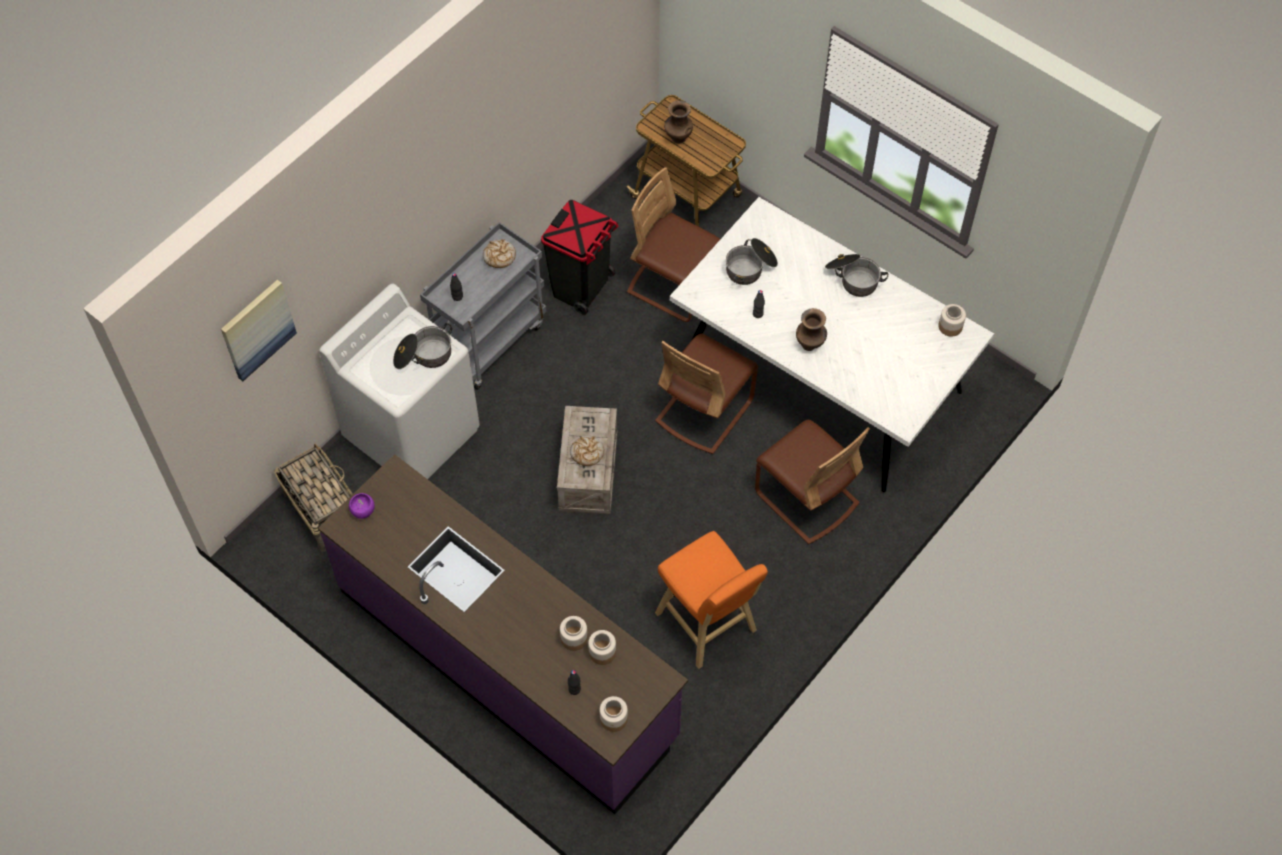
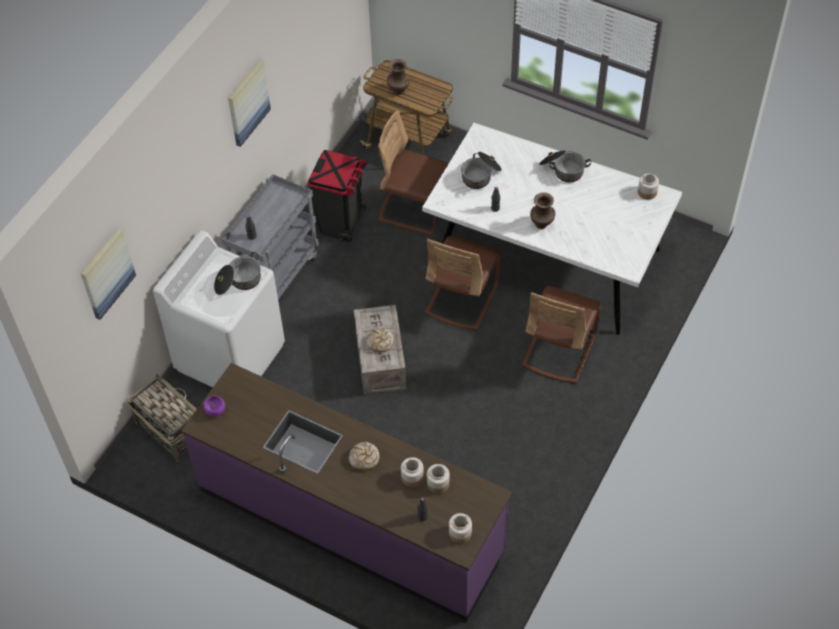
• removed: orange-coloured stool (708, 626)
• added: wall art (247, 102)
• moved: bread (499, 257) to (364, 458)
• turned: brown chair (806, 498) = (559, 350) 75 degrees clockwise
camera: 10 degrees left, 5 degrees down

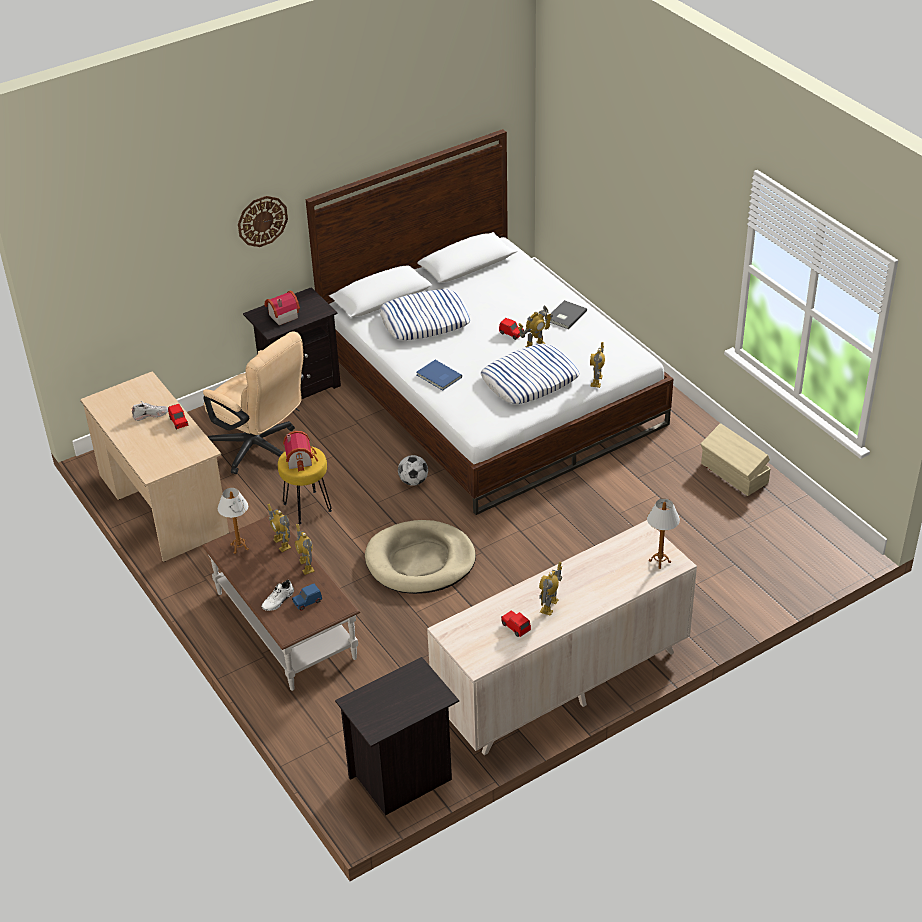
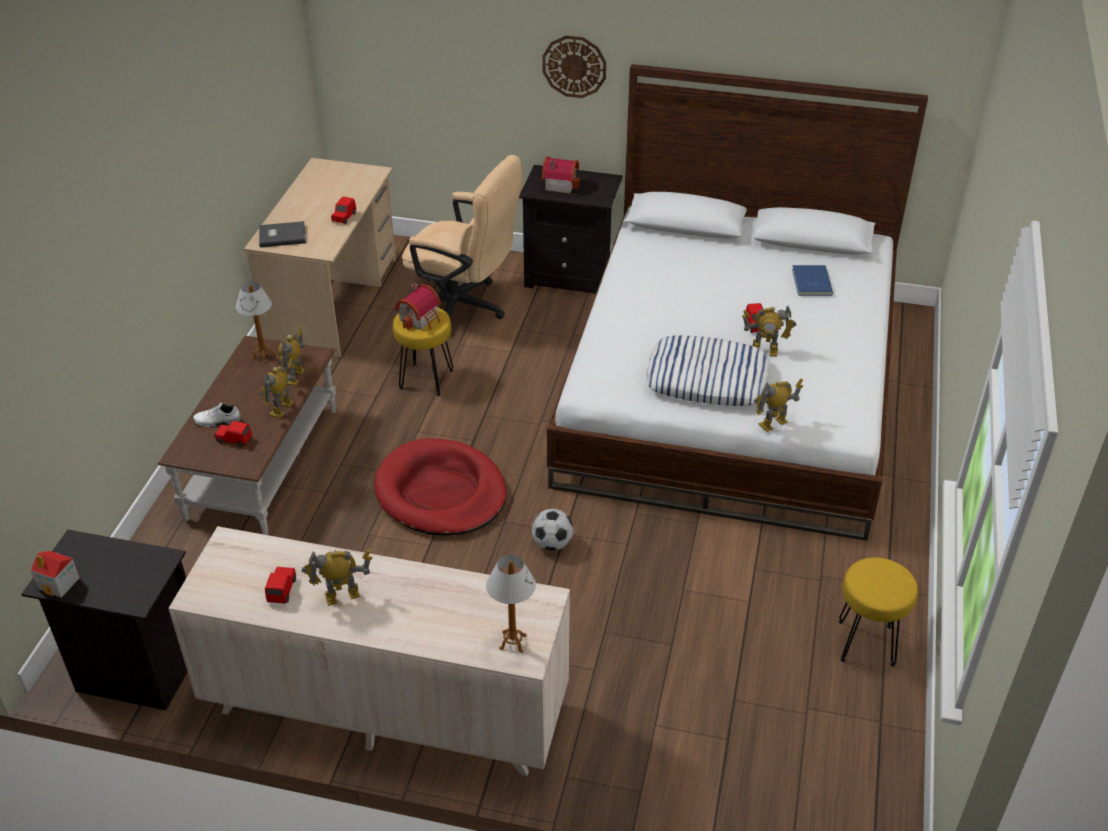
• removed: whitish item of footwear (151, 415)
• removed: cushion (425, 321)
• added: miniature house (59, 583)
• moved: football ball (413, 481) to (552, 544)
• moved: bluish volume (438, 377) to (810, 282)
• moved: greyish volume (565, 316) to (281, 235)
• replaced: beige-coloured storage container (734, 474) to yellow stool (867, 644)
• recoloured: bluish miniature car (307, 602) to reddish miniature car (234, 439)
• recoloured: beige-coloured dog cushion (420, 561) to reddish dog cushion (441, 492)
• turned: beige-coloured desk chair (260, 449) = (463, 308) 60 degrees counterclockwise
camera: 45 degrees right, 0 degrees up

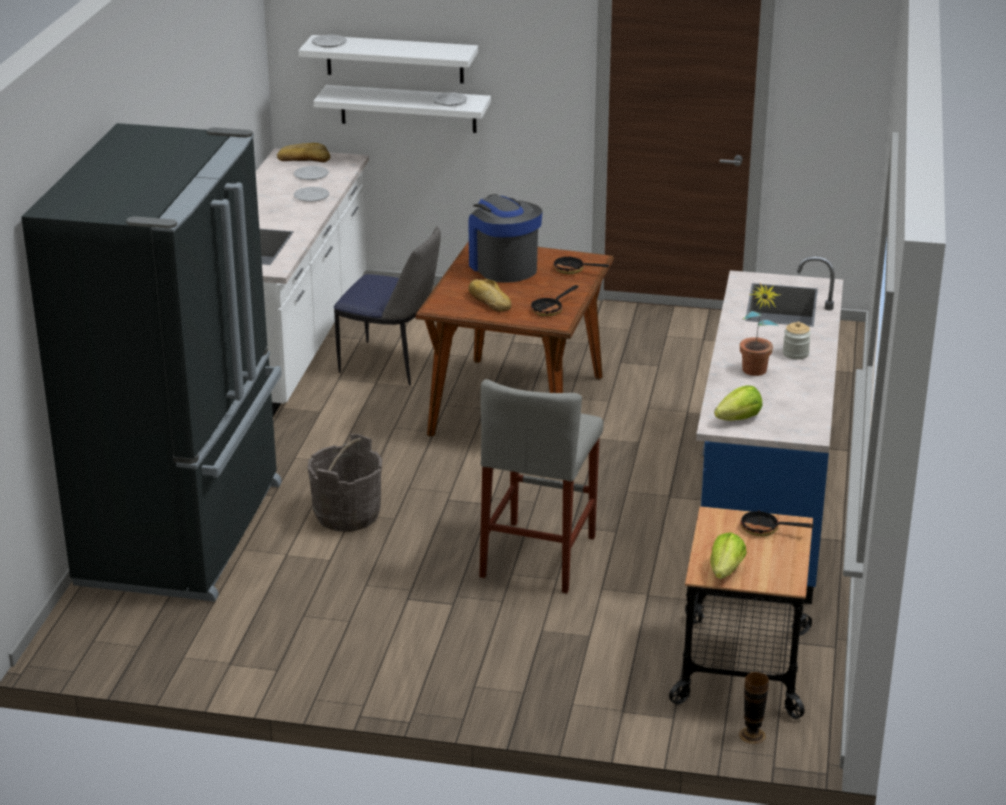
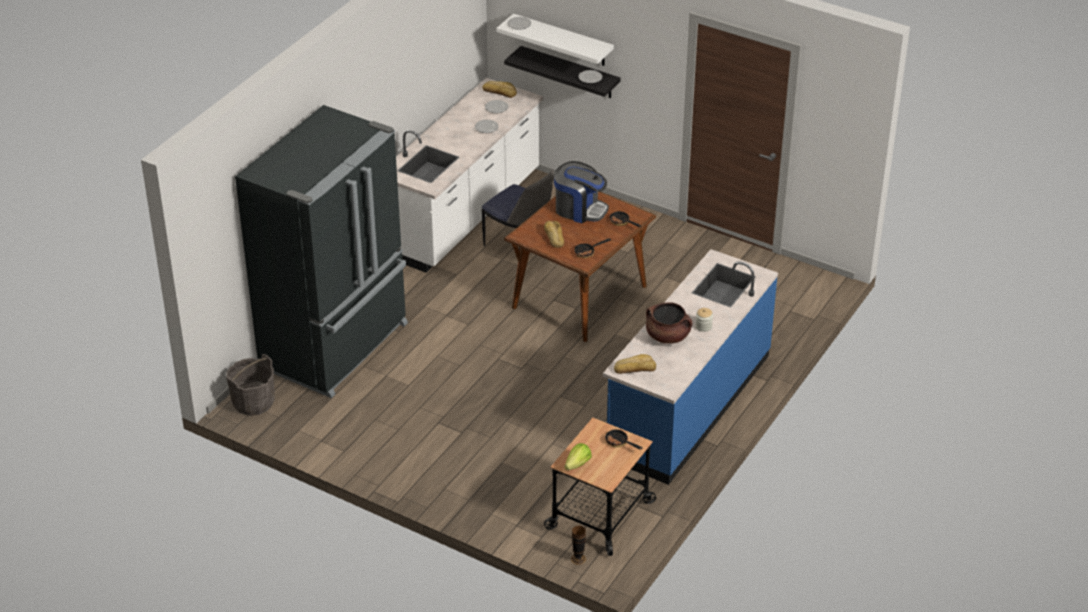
• removed: greyish stool (538, 556)
• moved: greyish bucket (347, 514) to (253, 402)
• replaced: lettuce head (739, 419) to bread (634, 368)
• replaced: potted plant (755, 373) to brown saucepot (668, 336)
• recoloured: whitish shelf (408, 109) to blackish shelf (570, 72)
• turned: coffee brewer (503, 266) = (579, 209) 120 degrees clockwise
camera: 20 degrees right, 10 degrees up

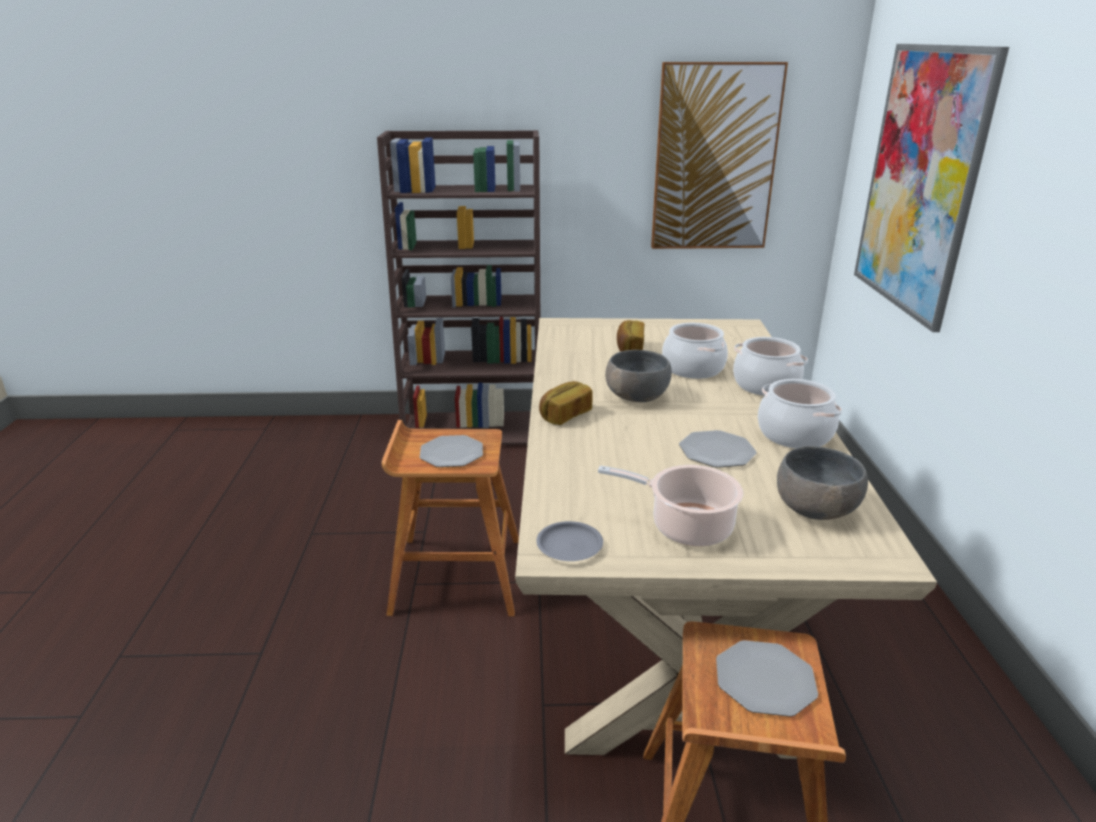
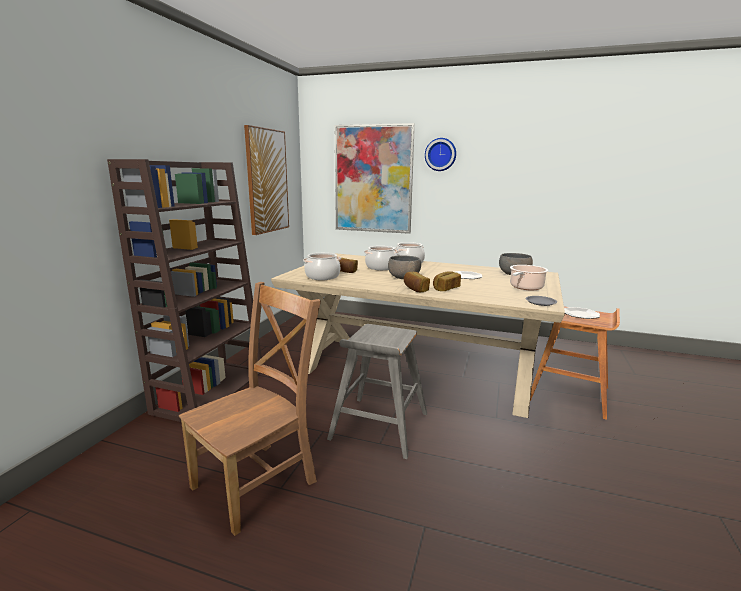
• removed: plate (451, 453)
• added: brown chair (259, 482)
• added: wall clock (440, 154)
• added: bread (445, 288)
• moved: saucepot (795, 434) to (322, 276)
• recoloured: brown stool (455, 574) to greyish stool (379, 426)
camera: 70 degrees left, 10 degrees down

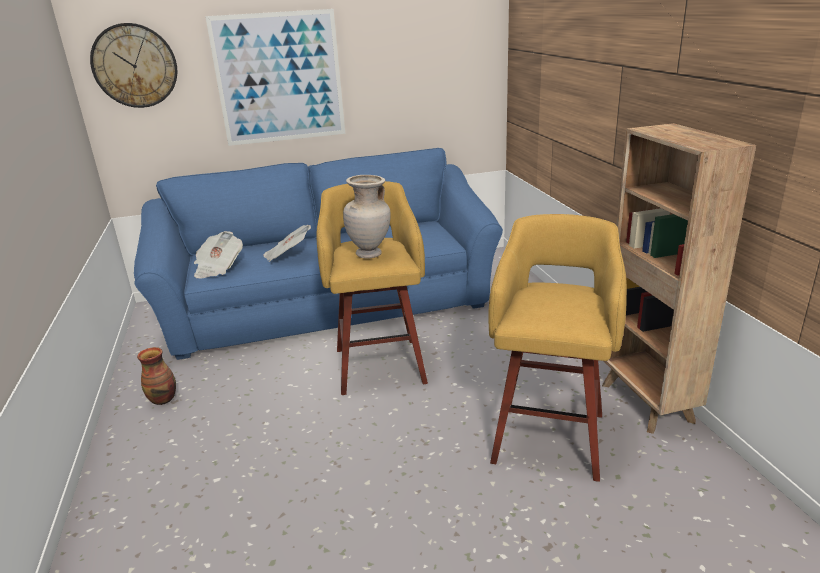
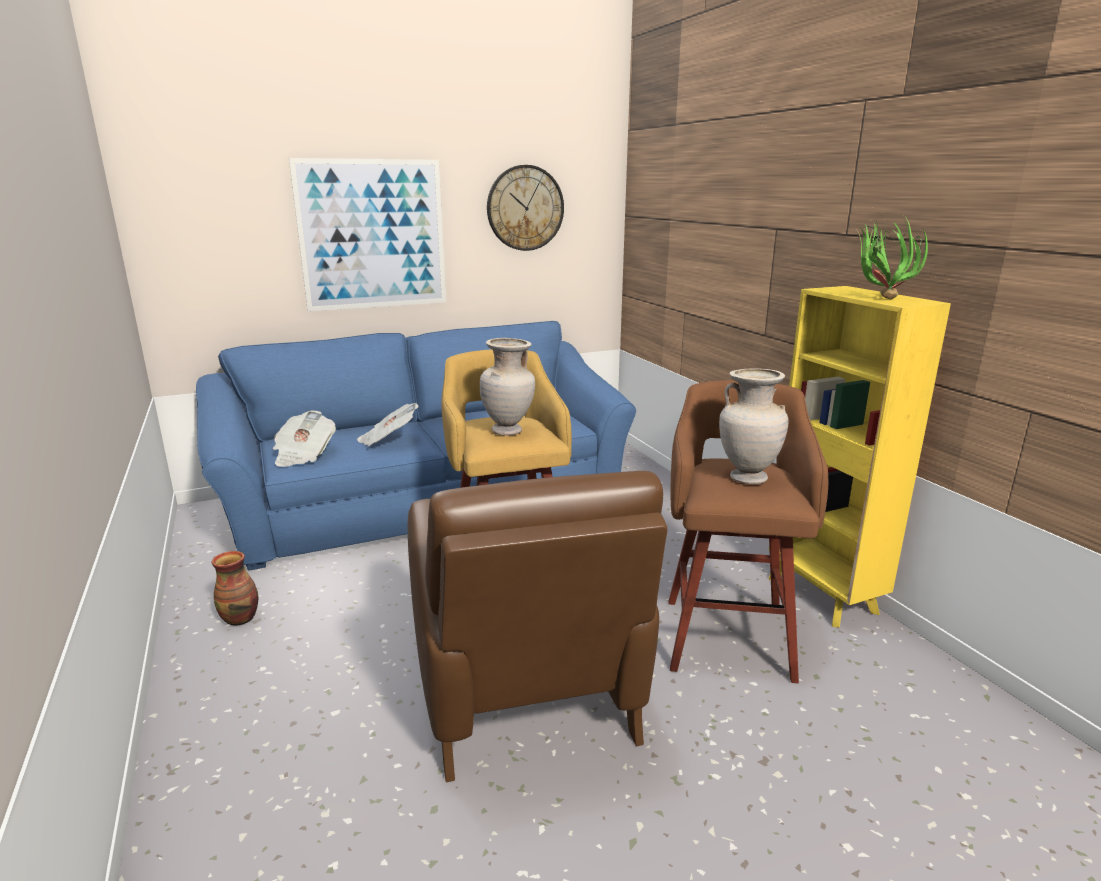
• added: brown armchair (525, 690)
• added: beige-coloured vase (747, 478)
• added: potted plant (878, 299)
• moved: wall clock (135, 66) to (525, 208)
• recoloured: yellow stool (549, 434) to brown stool (727, 635)
• recoloured: brown bookshelf (647, 404) to yellow bookshelf (823, 596)
camera: 10 degrees left, 5 degrees down

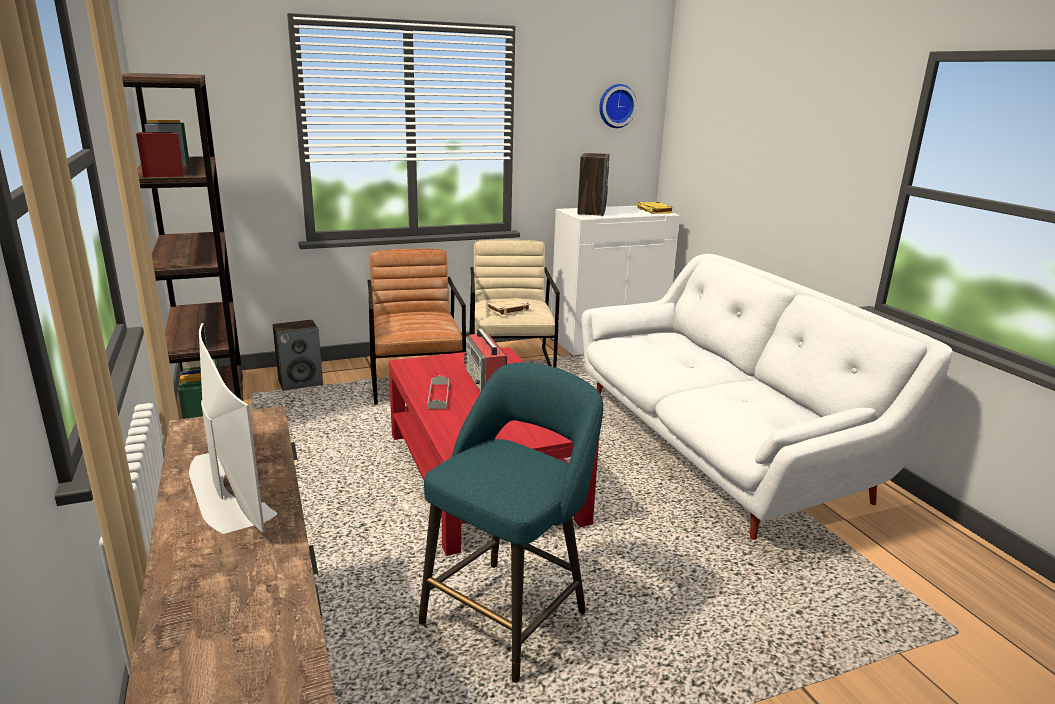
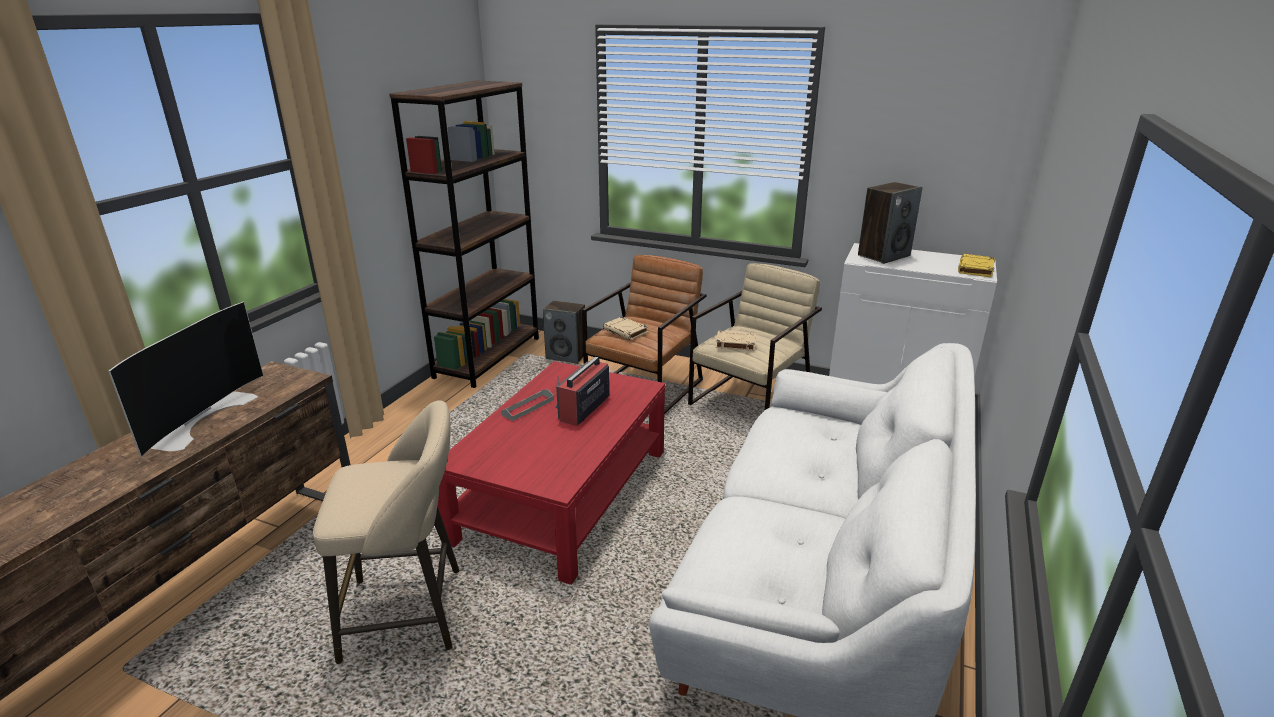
• removed: wall clock (616, 106)
• added: beige-coloured volume (626, 331)
• recoloured: turquoise-coloured stool (509, 613) to beige-coloured stool (411, 613)
camera: 45 degrees right, 5 degrees up

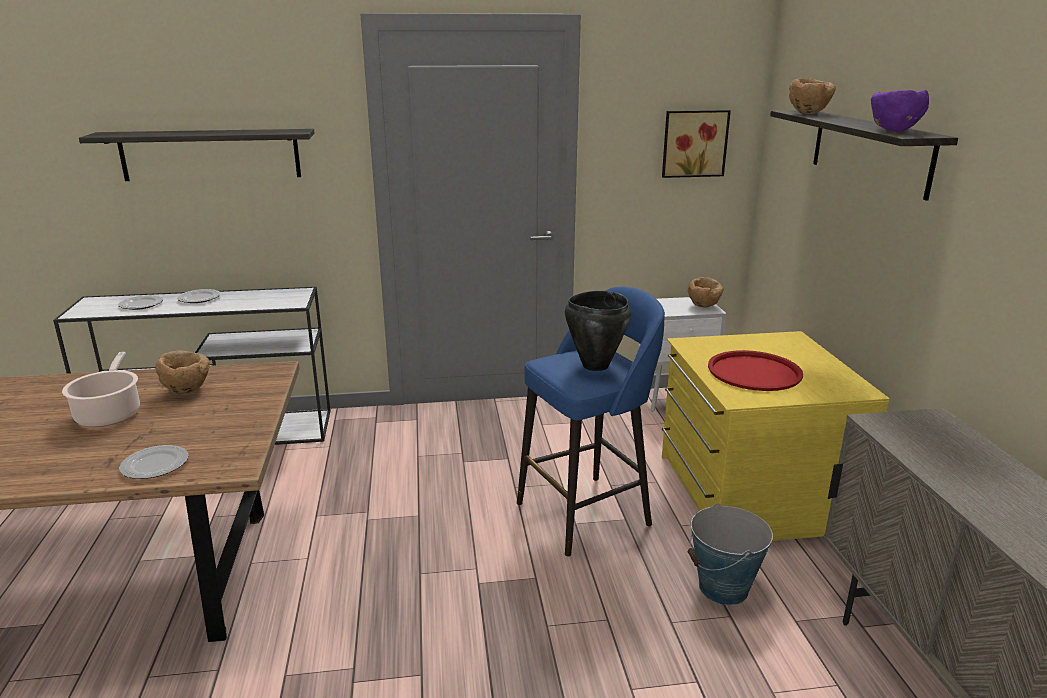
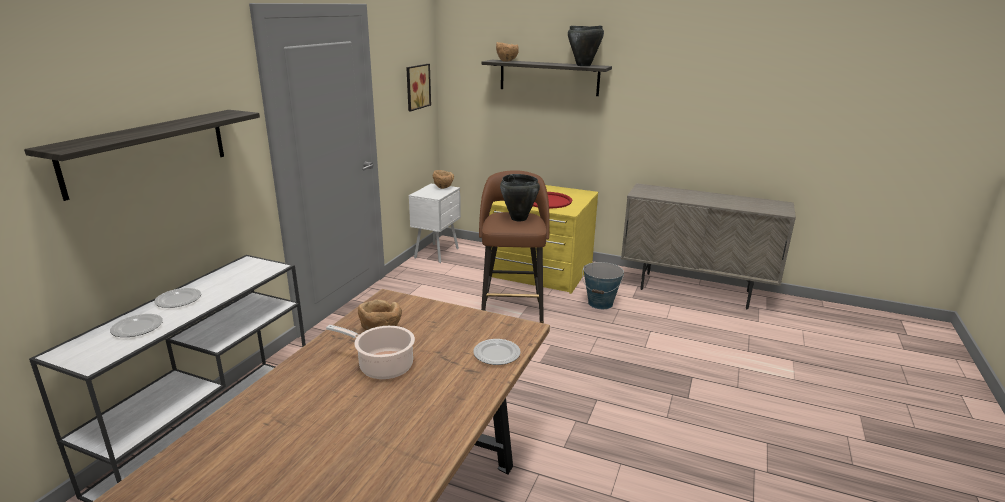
• replaced: purple deep dish (893, 130) to blackish saucepot (583, 65)
• recoloured: bluish stool (587, 513) to brown stool (512, 313)
camera: 60 degrees left, 0 degrees up

